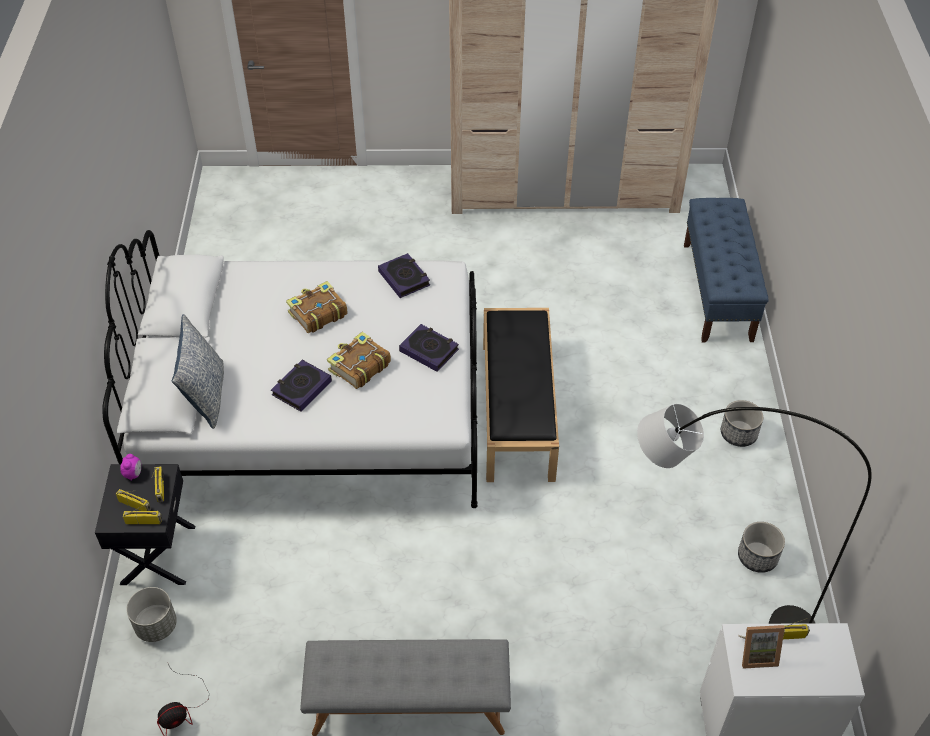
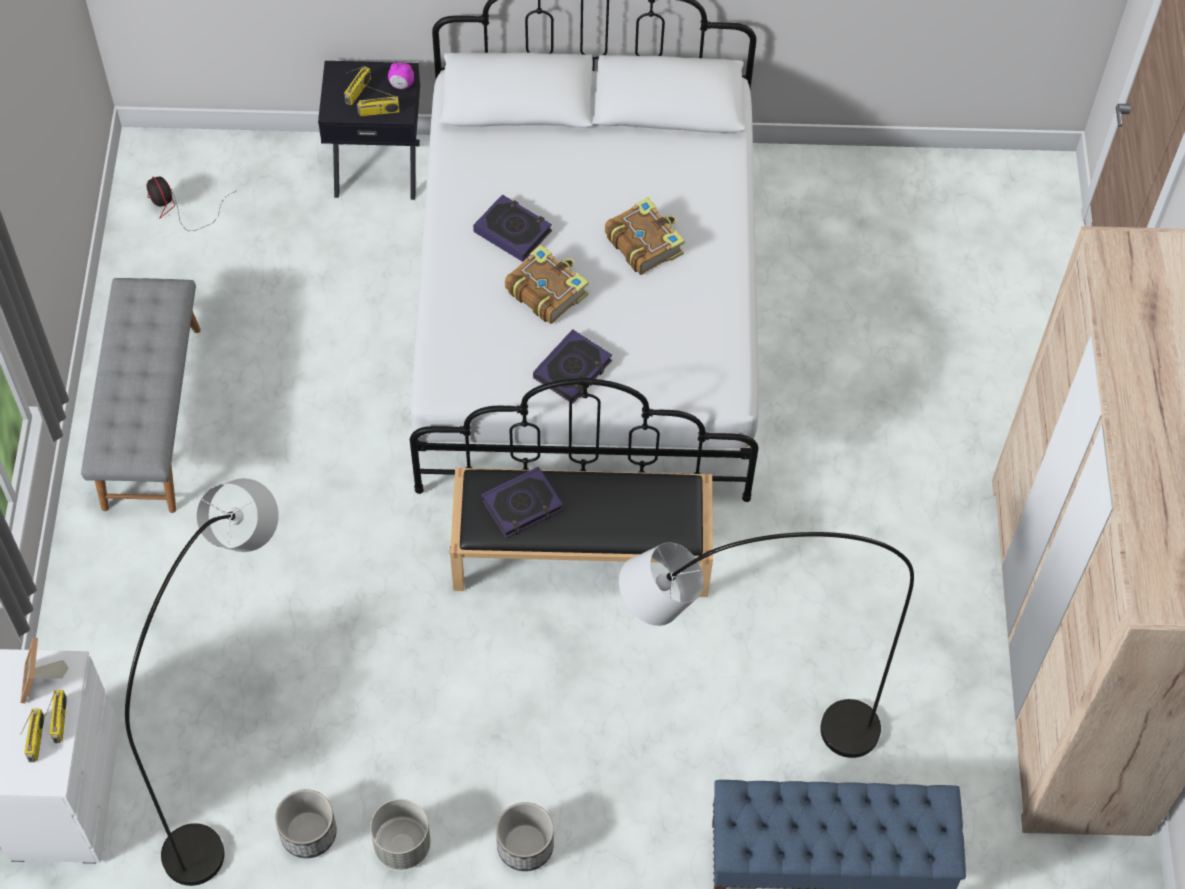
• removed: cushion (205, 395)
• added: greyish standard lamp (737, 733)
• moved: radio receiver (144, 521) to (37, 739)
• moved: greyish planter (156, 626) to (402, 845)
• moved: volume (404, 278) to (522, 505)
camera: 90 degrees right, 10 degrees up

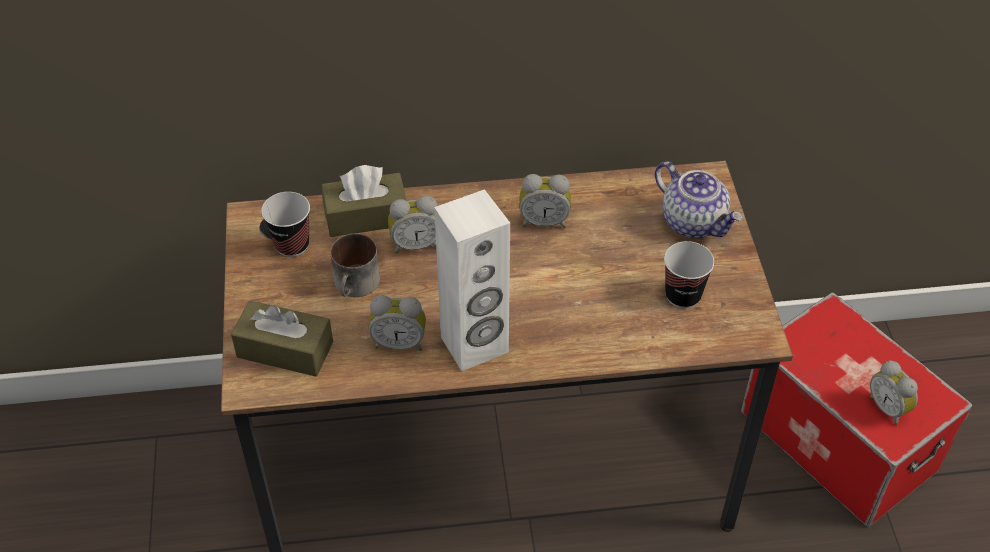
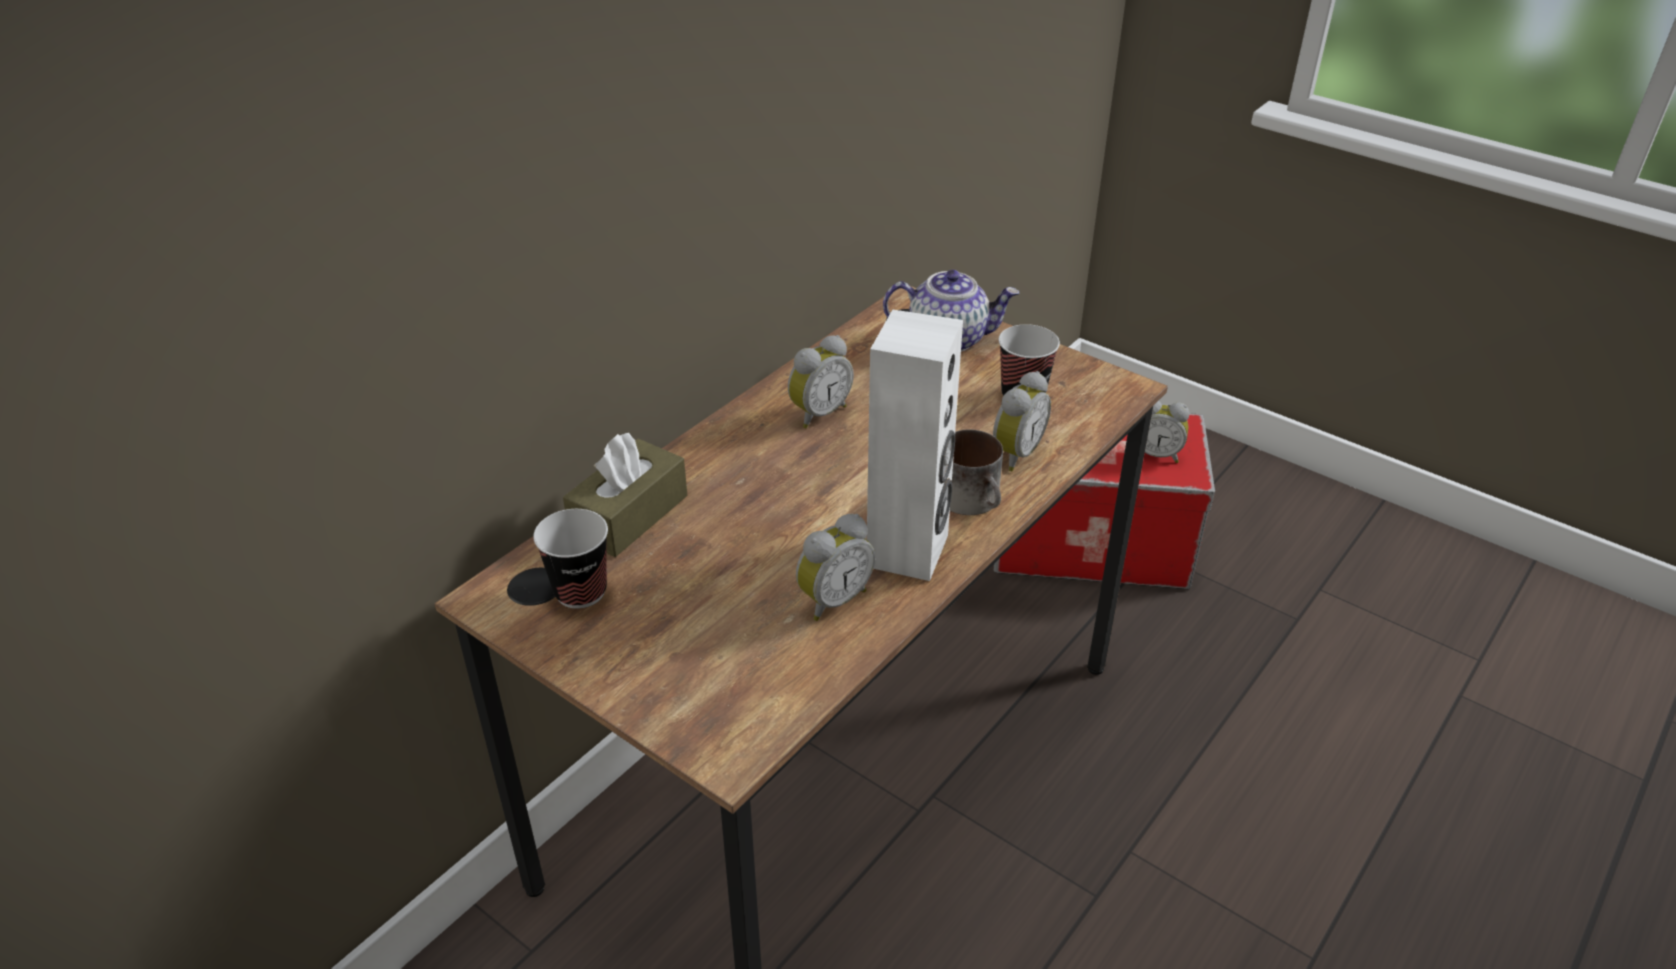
• removed: brown tissue box (285, 349)
• moved: coffee mug (356, 285) to (975, 500)
• moved: bedside clock (415, 244) to (1014, 453)
camera: 45 degrees left, 10 degrees down

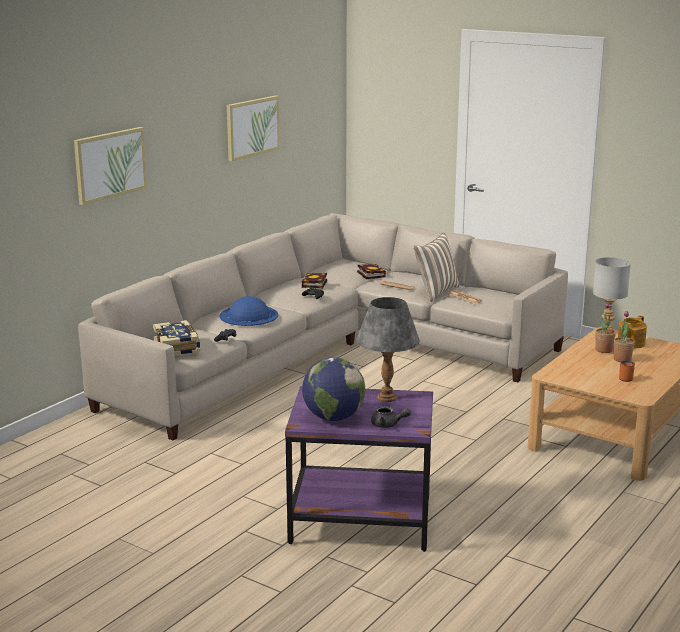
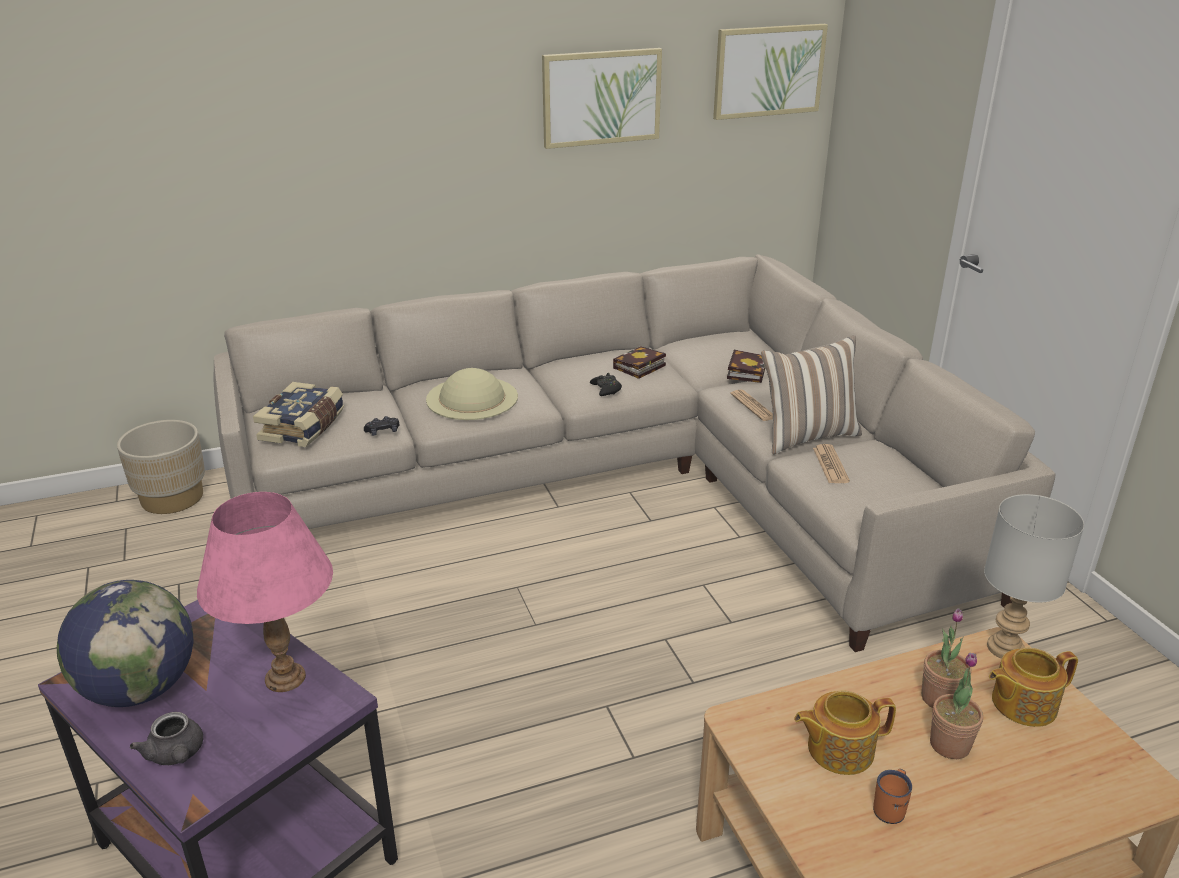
• added: beige-coloured planter (172, 498)
• added: pot for tea (838, 749)
• moved: wall art (110, 164) to (768, 71)
• recoloured: bluish wearable hat (249, 315) to beige-coloured wearable hat (472, 398)
• recoloured: greyish lamp for a table (387, 398) to pink-coloured lamp for a table (285, 678)
camera: 35 degrees right, 10 degrees up

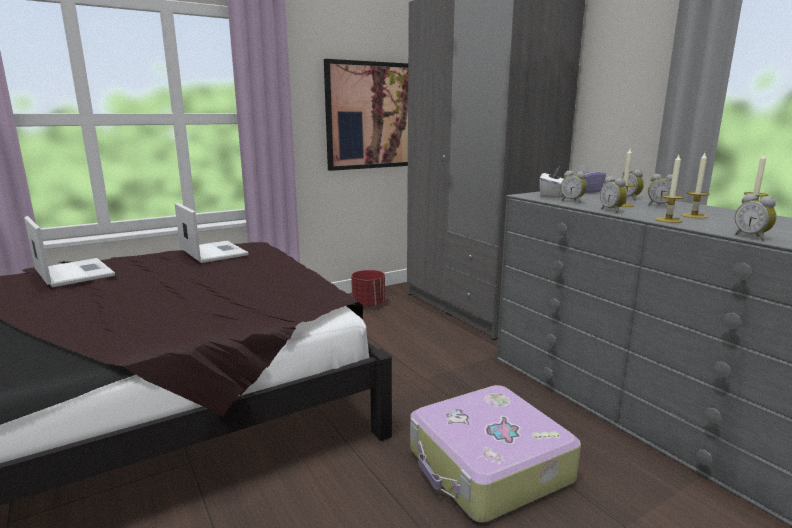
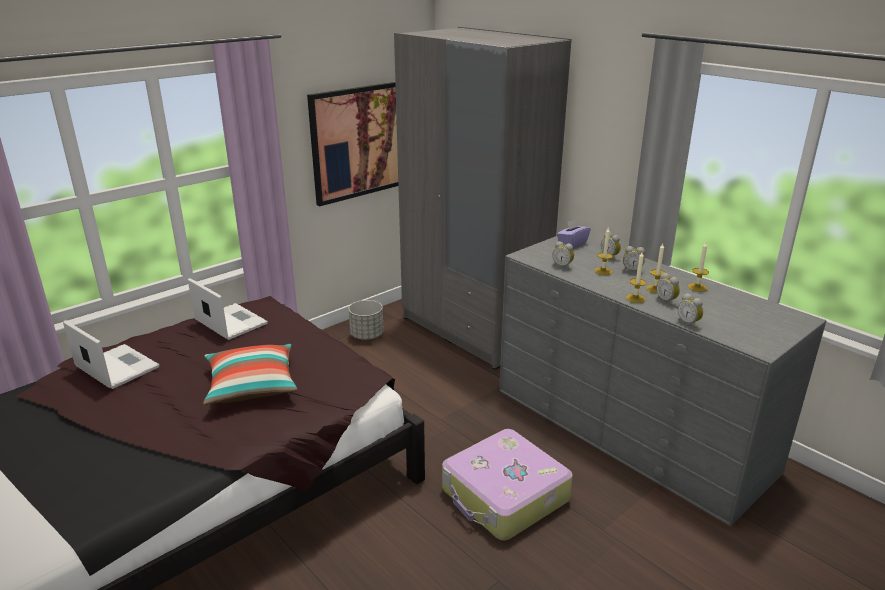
• removed: whitish tissue box (551, 195)
• added: cushion (252, 386)
• moved: bedside clock (612, 210) to (667, 301)
• recoloured: reddish planter (368, 304) to greyish planter (367, 335)
camera: 10 degrees left, 10 degrees up

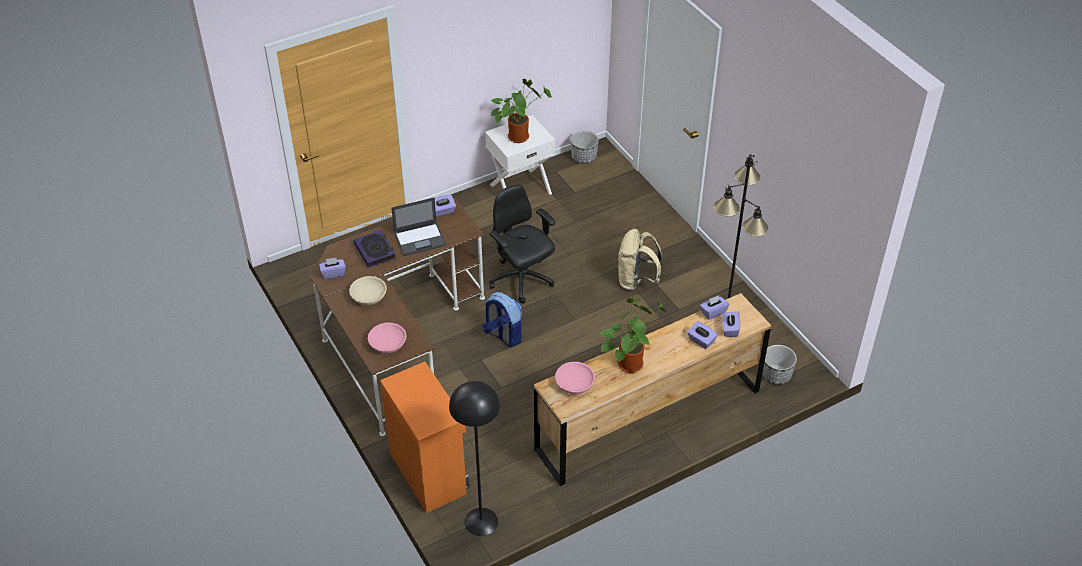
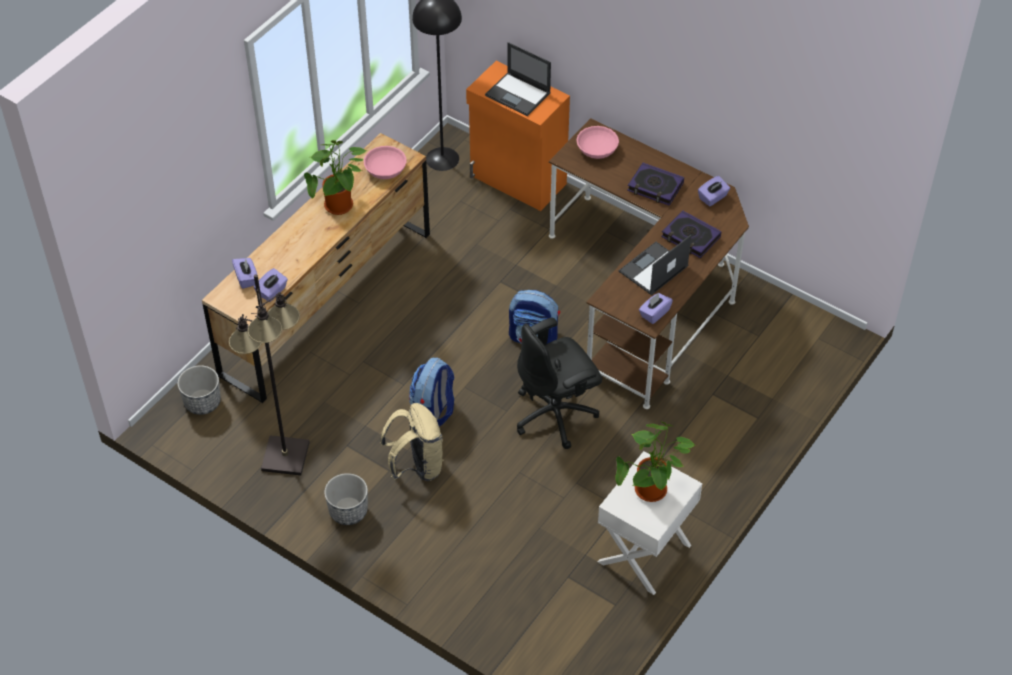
• removed: purple tissue box (701, 341)
• added: rucksack (433, 412)
• added: laptop (518, 94)
• moved: planter (584, 157) to (348, 511)
• replaced: beige-coloured deep dish (369, 296) to volume (655, 187)
• turned: blackish desk chair (522, 280) = (556, 414) 120 degrees clockwise
camera: 155 degrees right, 5 degrees up

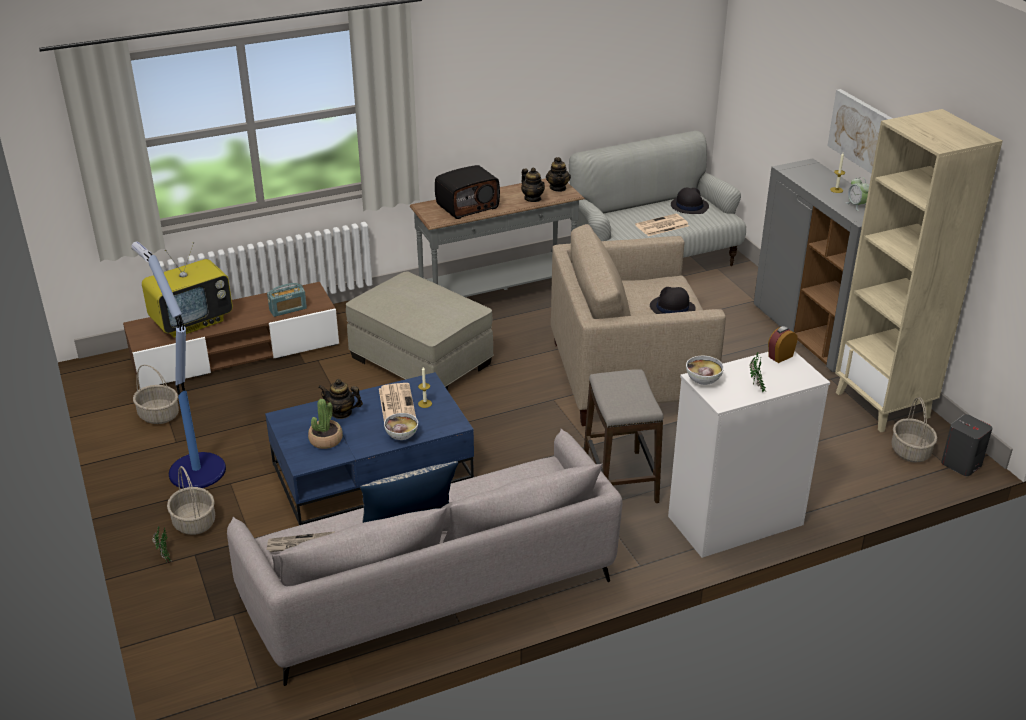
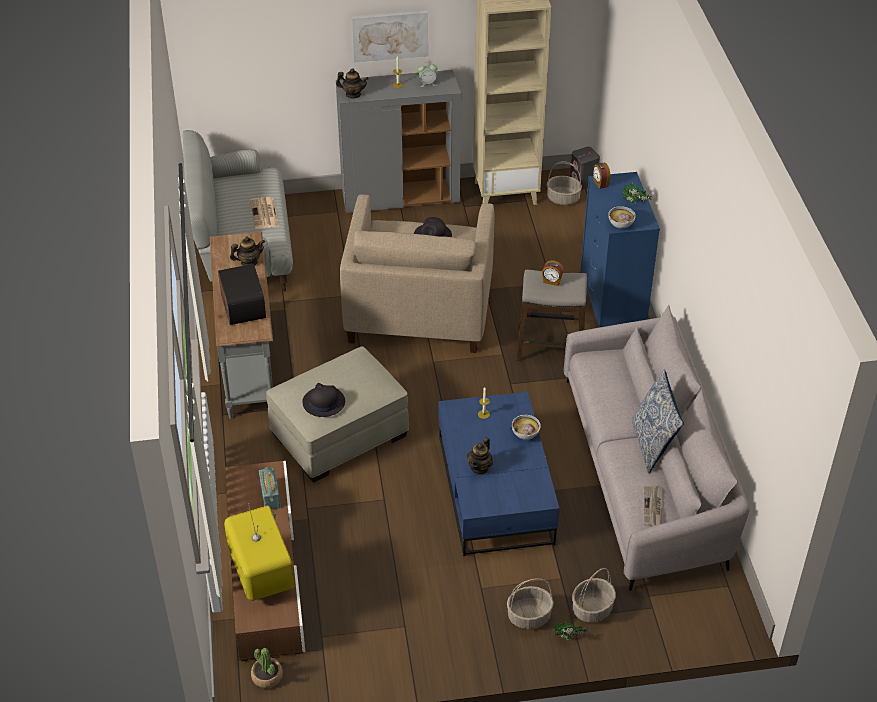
• removed: standard lamp (195, 470)
• removed: printed paper (396, 403)
• added: bedside clock (552, 281)
• moved: storage basket (158, 415) to (592, 609)
• moved: potted plant (326, 440) to (267, 676)
• moved: pot for tea (558, 188) to (353, 94)
• moved: blackish wearable hat (689, 206) to (323, 402)
• recoloured: whitish dresser (734, 521) to bluish dresser (612, 302)
camera: 75 degrees left, 10 degrees up

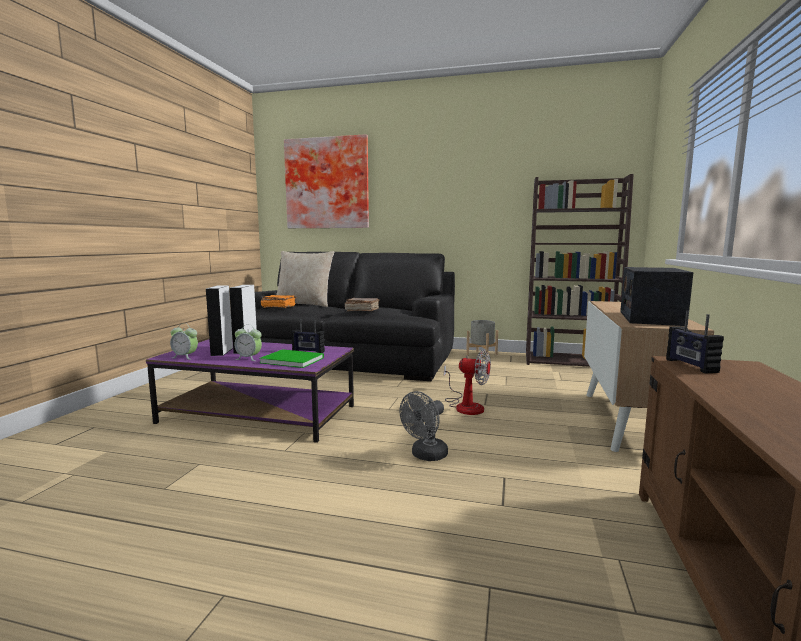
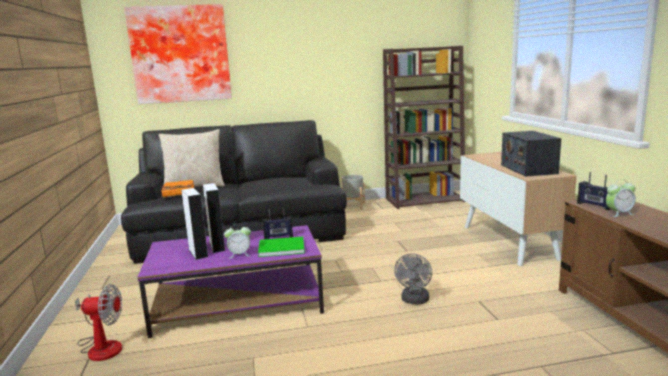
• removed: brown volume (361, 310)
• moved: bedside clock (185, 357) to (619, 213)
• moved: cooling fan (465, 406) to (101, 346)
camera: 25 degrees left, 5 degrees up

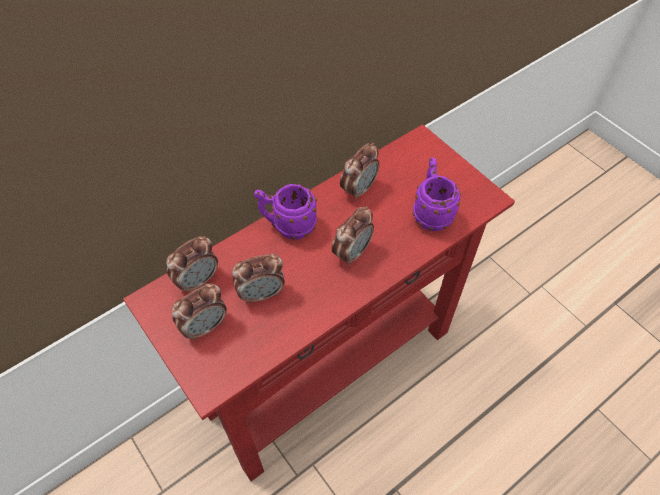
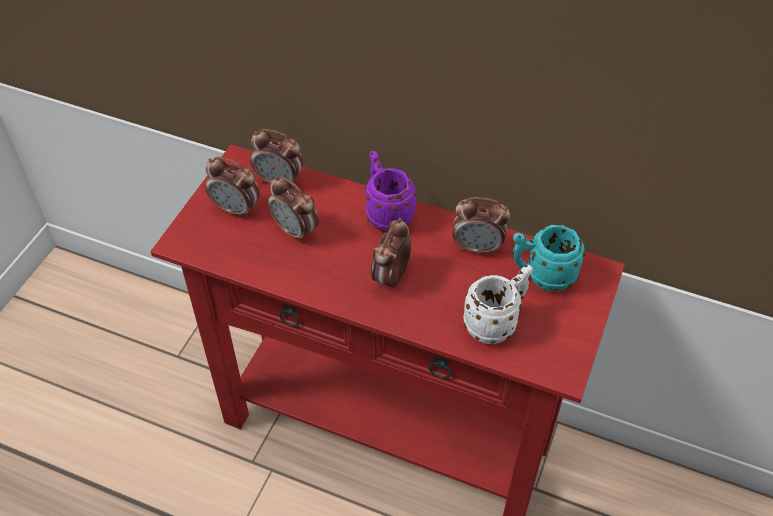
• added: turquoise-coloured coffee mug (542, 276)
• recoloured: purple coffee mug (431, 212) to whitish coffee mug (496, 323)
• turned: bedside clock (352, 253) = (391, 277) 105 degrees clockwise
camera: 60 degrees right, 5 degrees down

